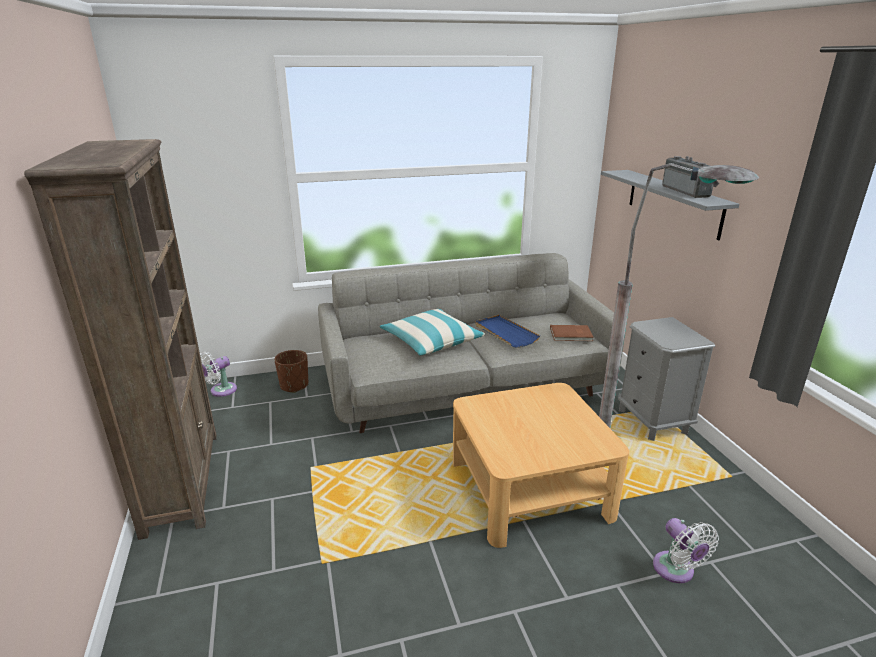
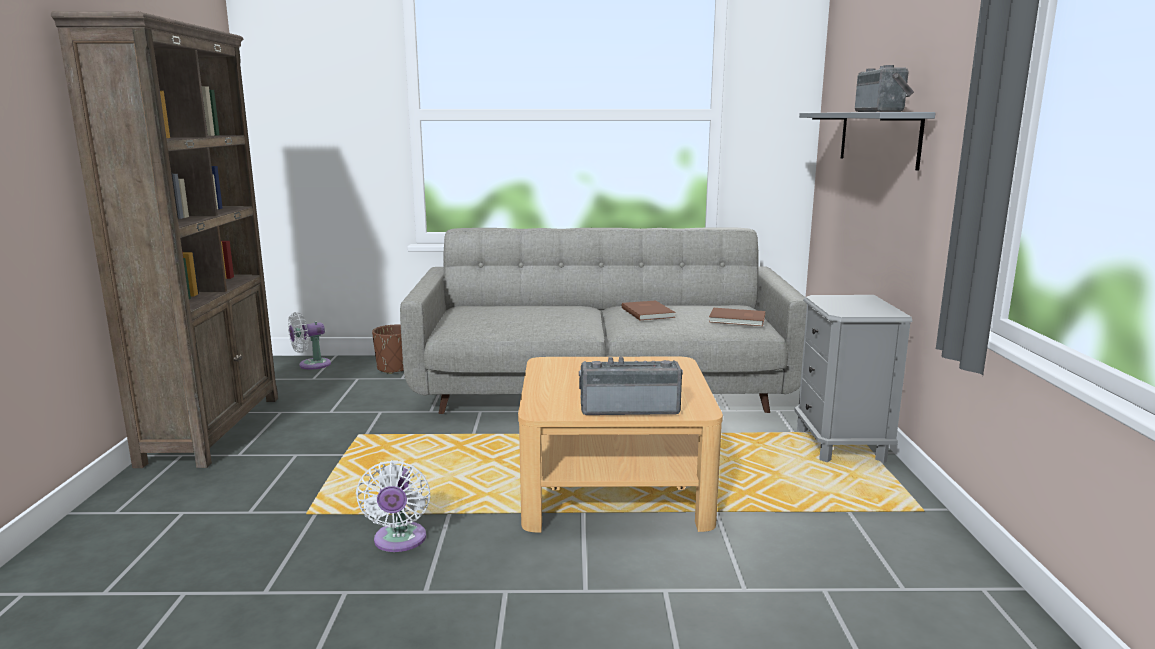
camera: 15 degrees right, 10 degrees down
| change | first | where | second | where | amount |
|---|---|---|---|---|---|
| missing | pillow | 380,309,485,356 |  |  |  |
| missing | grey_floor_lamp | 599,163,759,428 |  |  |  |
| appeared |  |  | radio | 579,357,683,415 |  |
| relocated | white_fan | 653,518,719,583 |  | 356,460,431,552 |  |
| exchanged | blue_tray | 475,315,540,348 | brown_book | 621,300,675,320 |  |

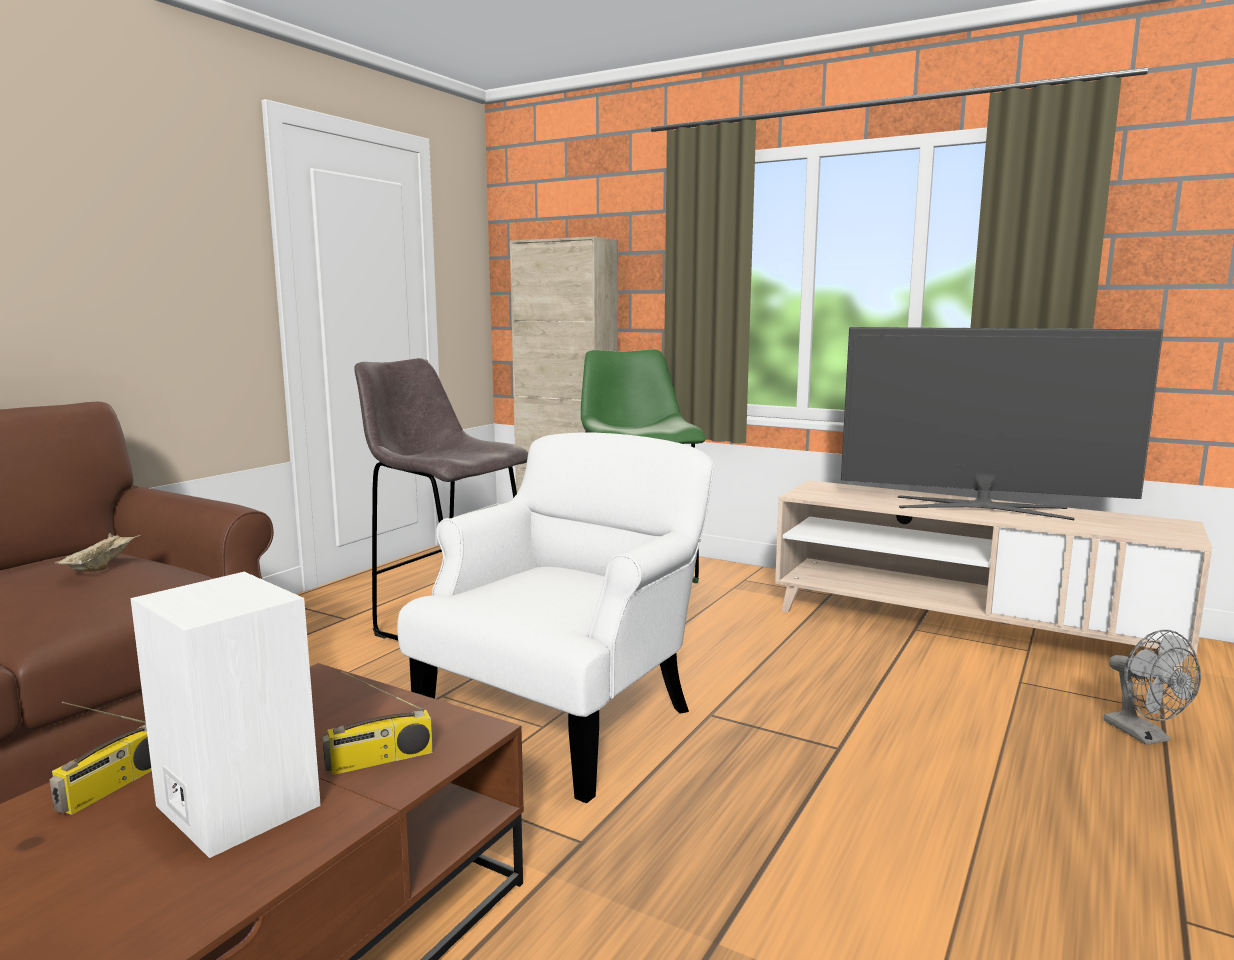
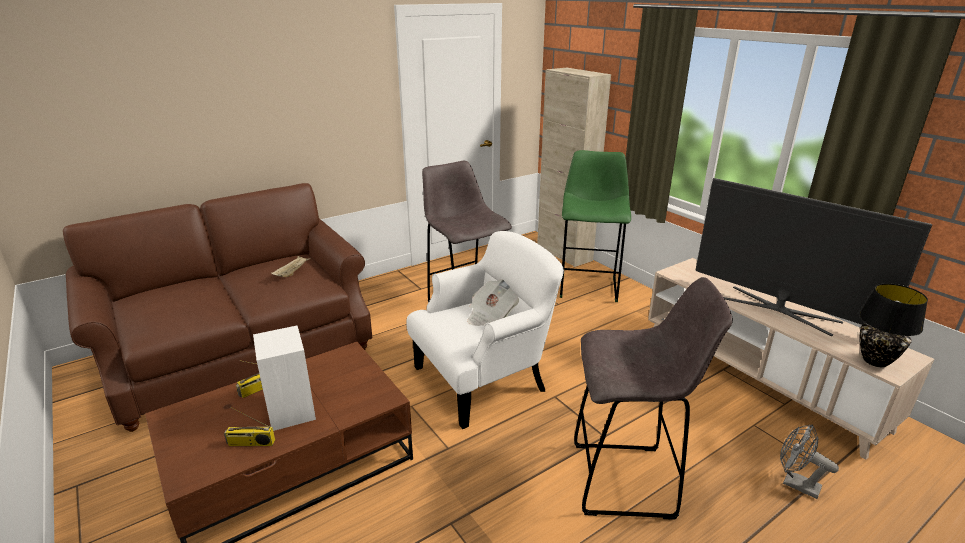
camera: 25 degrees right, 15 degrees up
| change | first | where | second | where | amount |
|---|---|---|---|---|---|
| appeared |  |  | newspaper | 467,279,519,326 |  |
| appeared |  |  | grey_stool | 574,277,733,520 |  |
| appeared |  |  | black_table_lamp | 859,283,928,367 |  |
| relocated | radio | 322,670,433,775 |  | 224,407,275,446 |  |
| spun | grey_fan | 1104,630,1201,745 |  | 780,424,839,499 | 120 degrees clockwise |

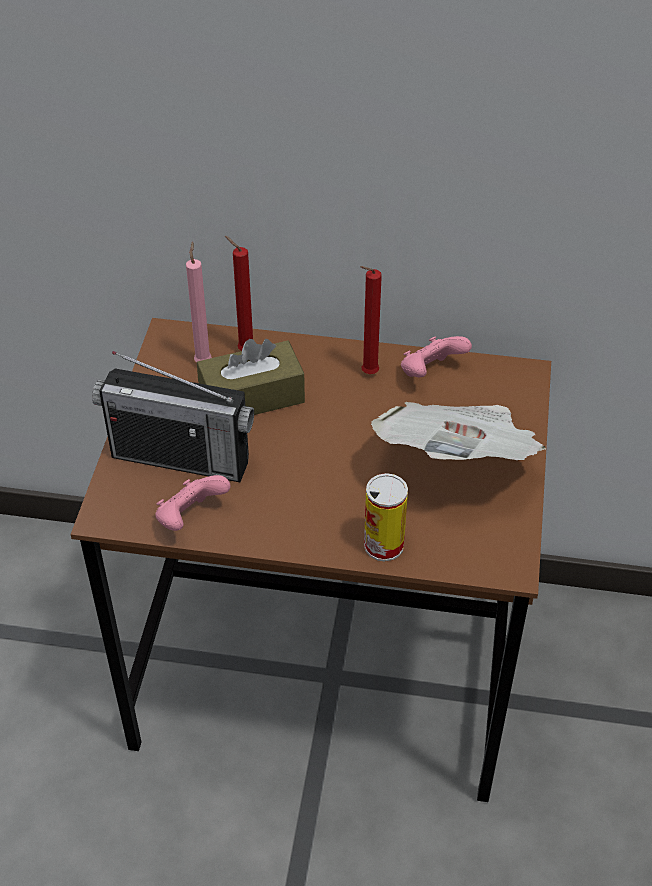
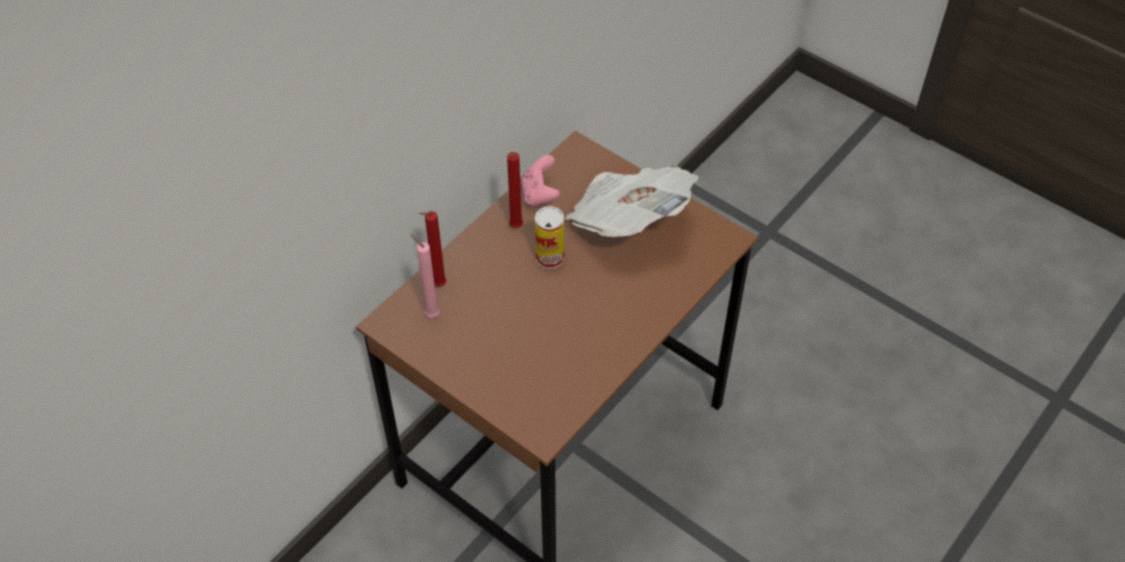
camera: 60 degrees left, 5 degrees up
| change | first | where | second | where | amount |
|---|---|---|---|---|---|
| missing | radio | 92,351,254,482 |  |  |  |
| missing | pink_game_controller | 155,475,231,531 |  |  |  |
| missing | brown_tissue_box | 197,339,305,415 |  |  |  |
| relocated | can | 364,473,408,562 |  | 535,206,564,269 |  |

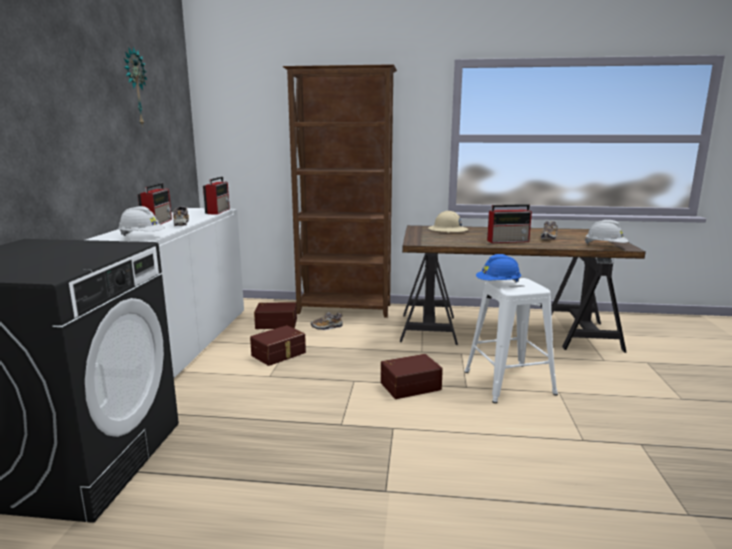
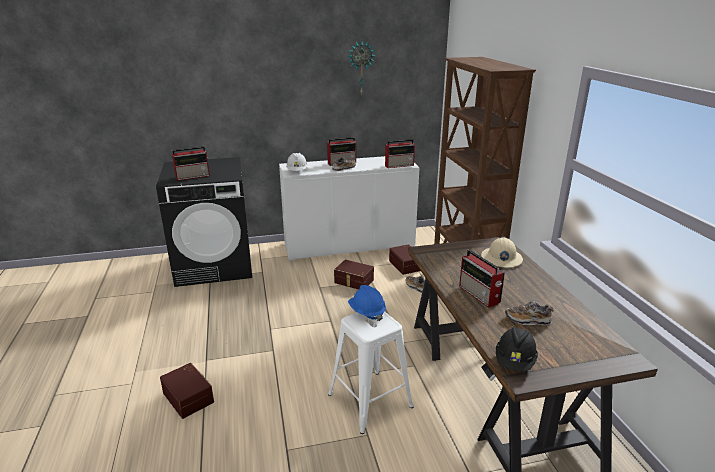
camera: 70 degrees right, 10 degrees up
| change | first | where | second | where | amount |
|---|---|---|---|---|---|
| appeared |  |  | radio | 172,146,210,181 |  |
| relocated | brown_storage_box | 381,354,443,399 |  | 160,363,214,419 |  |
| colour | white_hard_hat | 585,220,628,244 | black_hard_hat | 496,327,538,371 |  |

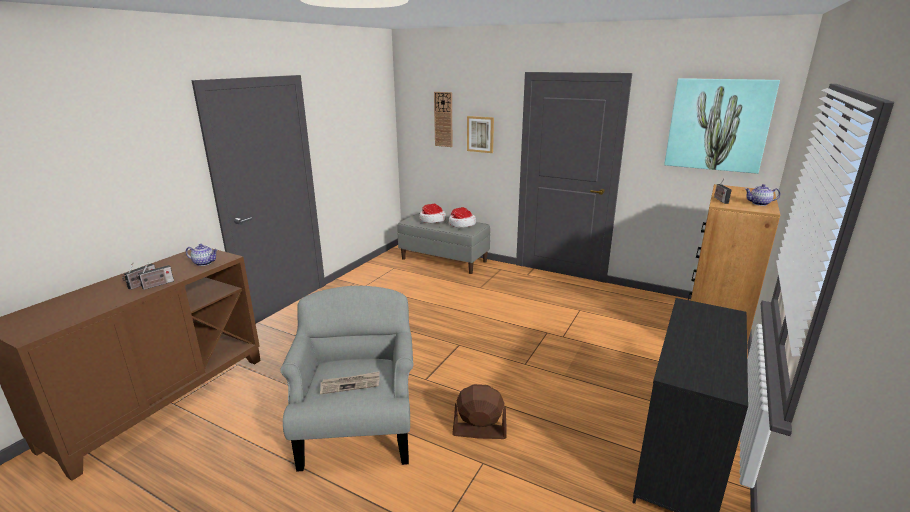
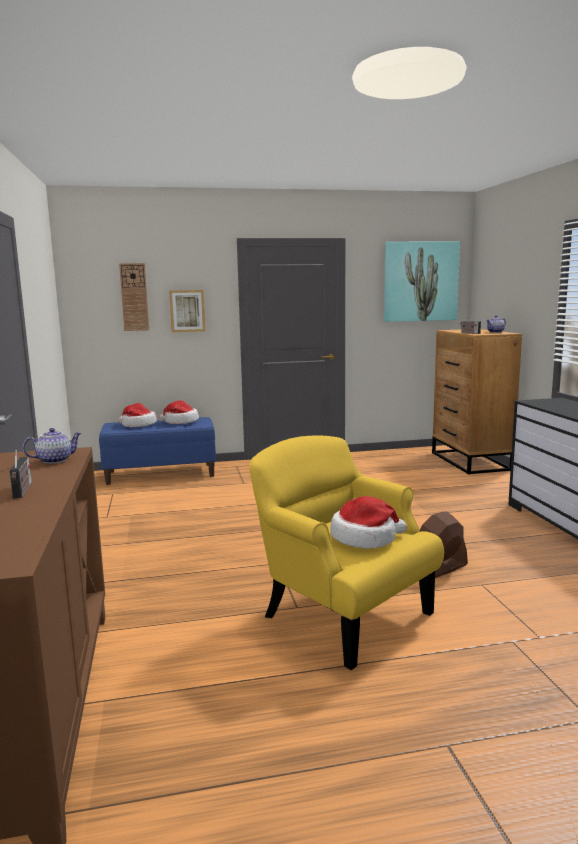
camera: 40 degrees left, 10 degrees down
| change | first | where | second | where | amount |
|---|---|---|---|---|---|
| missing | radio | 136,263,174,290 |  |  |  |
| exchanged | newspaper | 320,371,380,394 | hat | 330,496,407,549 |  |
| colour | grey_armchair | 280,286,414,472 | yellow_armchair | 249,435,444,670 |  |
| colour | grey_bench | 397,213,490,274 | blue_bench | 99,417,216,485 |  |

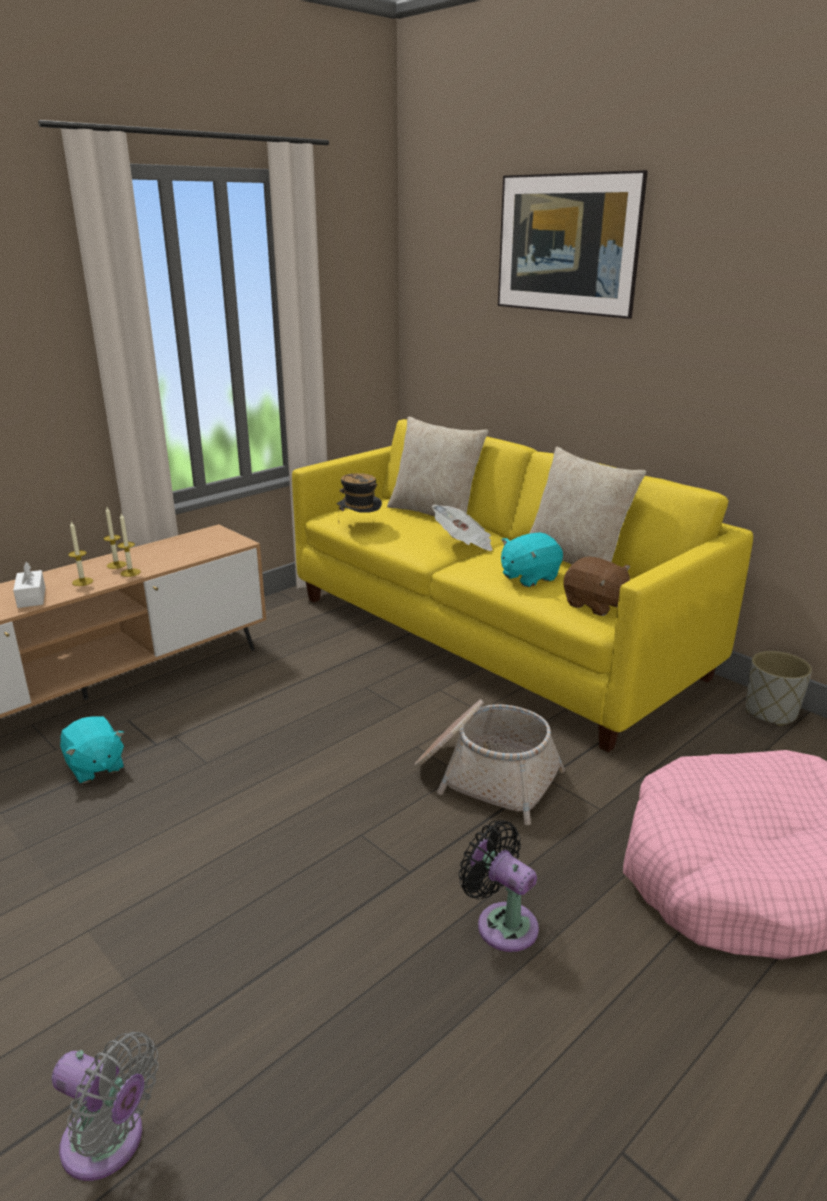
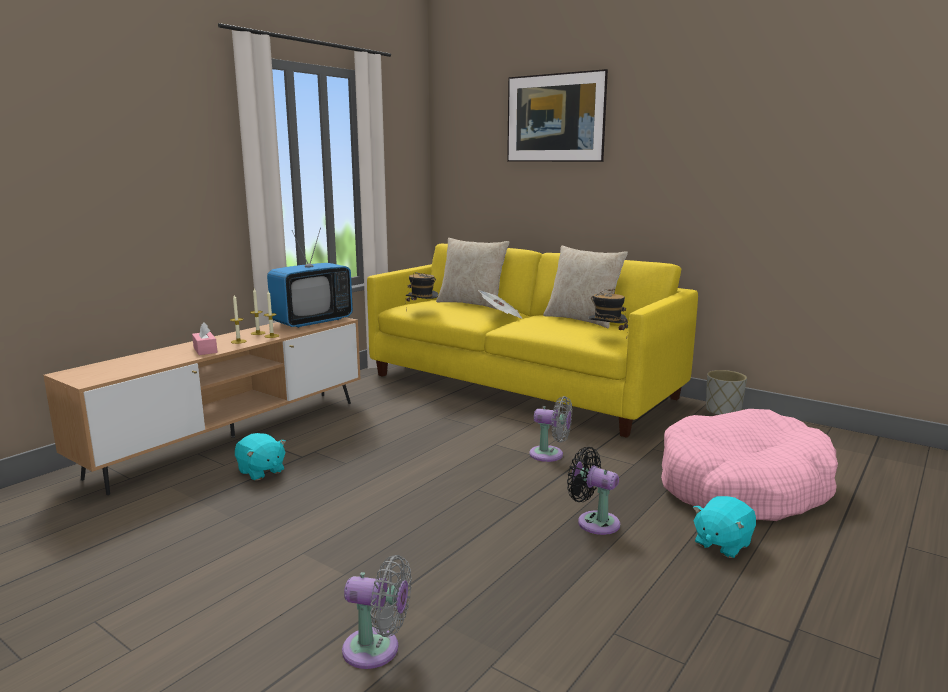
camera: 10 degrees left, 10 degrees down
| change | first | where | second | where | amount |
|---|---|---|---|---|---|
| appeared |  |  | television | 267,228,353,328 |  |
| relocated | turquoise_plush_toy | 501,532,563,587 |  | 693,496,756,558 |  |
| exchanged | basket | 415,699,565,825 | grey_fan | 529,396,572,462 |  |
| exchanged | brown_plush_toy | 563,556,630,616 | hat | 588,289,628,330 |  |
| colour | white_tissue_box | 13,562,45,608 | pink_tissue_box | 192,323,218,355 |  |

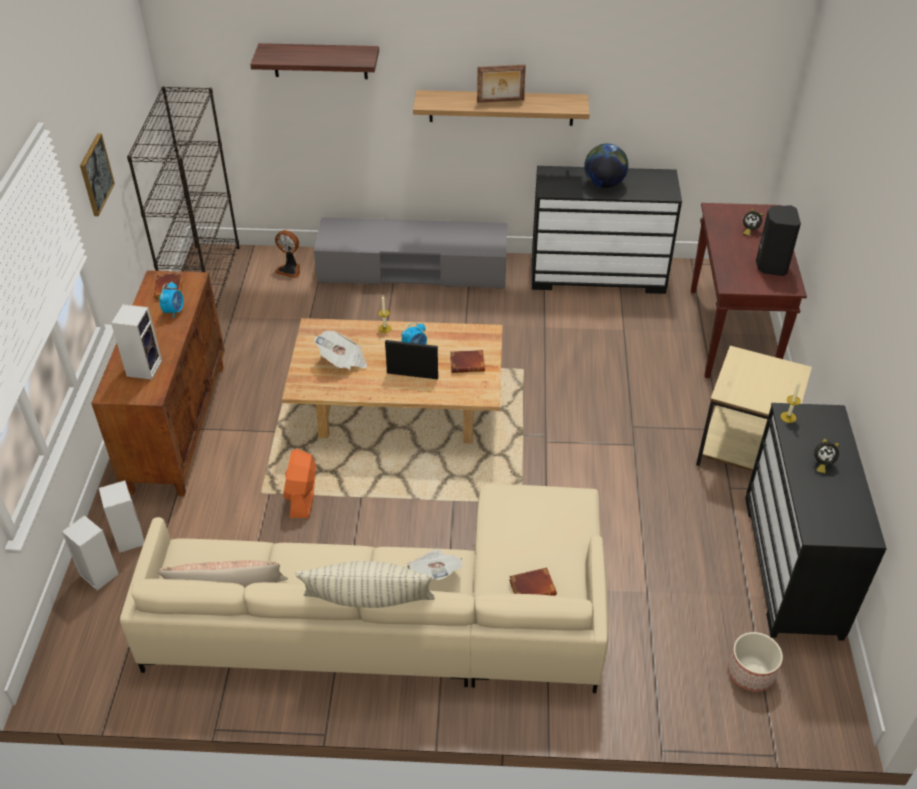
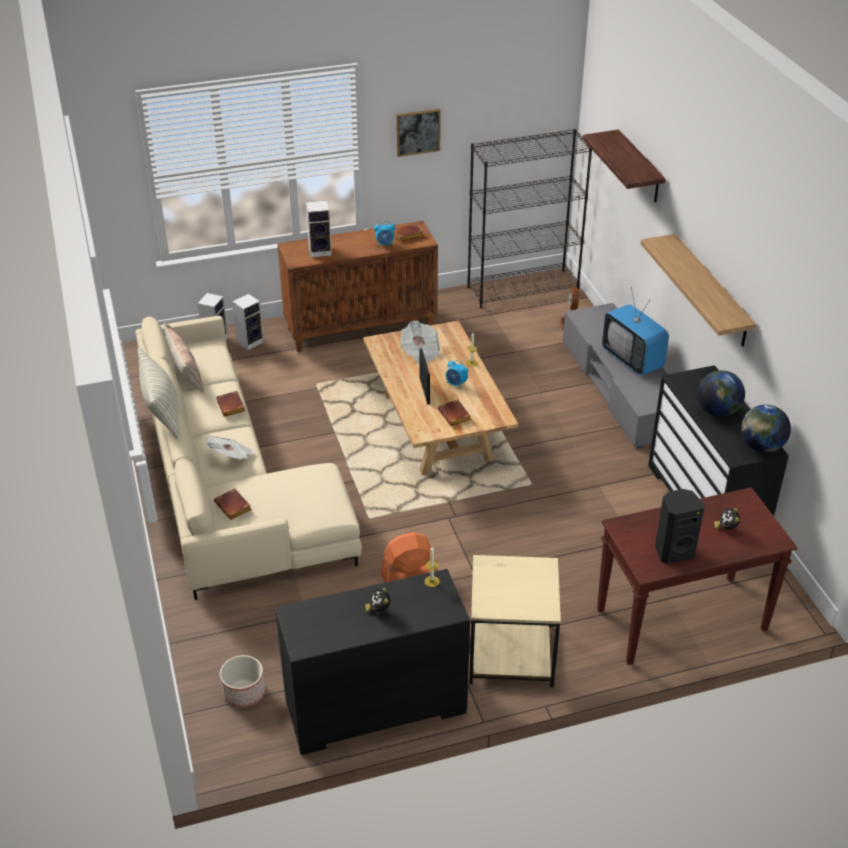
camera: 70 degrees right, 5 degrees down
| change | first | where | second | where | amount |
|---|---|---|---|---|---|
| missing | picture_frame | 477,64,526,103 |  |  |  |
| appeared |  |  | brown_book | 216,391,245,417 |  |
| appeared |  |  | television | 602,287,669,376 |  |
| appeared |  |  | globe | 741,405,791,453 |  |
| relocated | orange_fan | 283,449,317,518 |  | 381,532,436,583 |  |

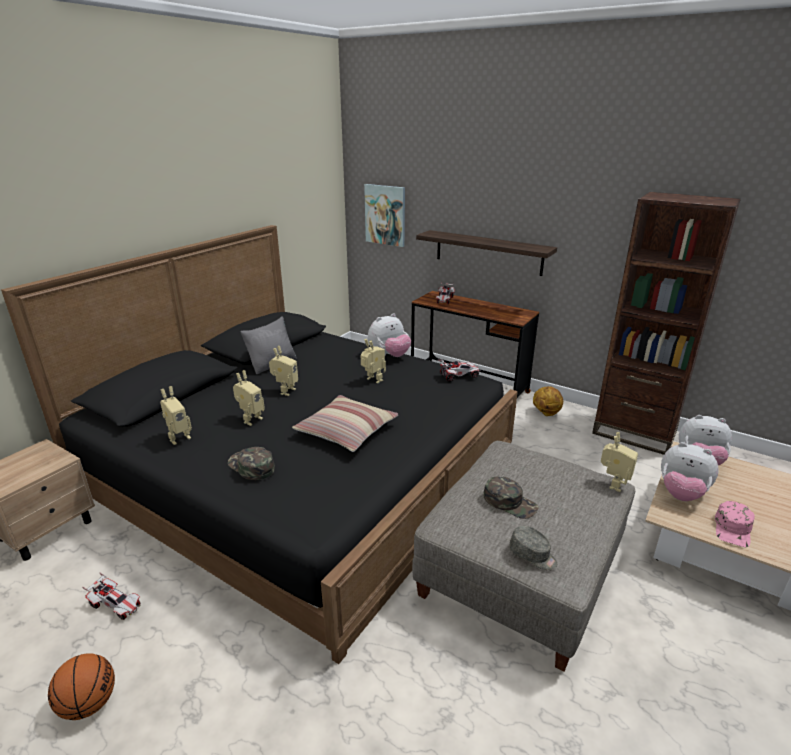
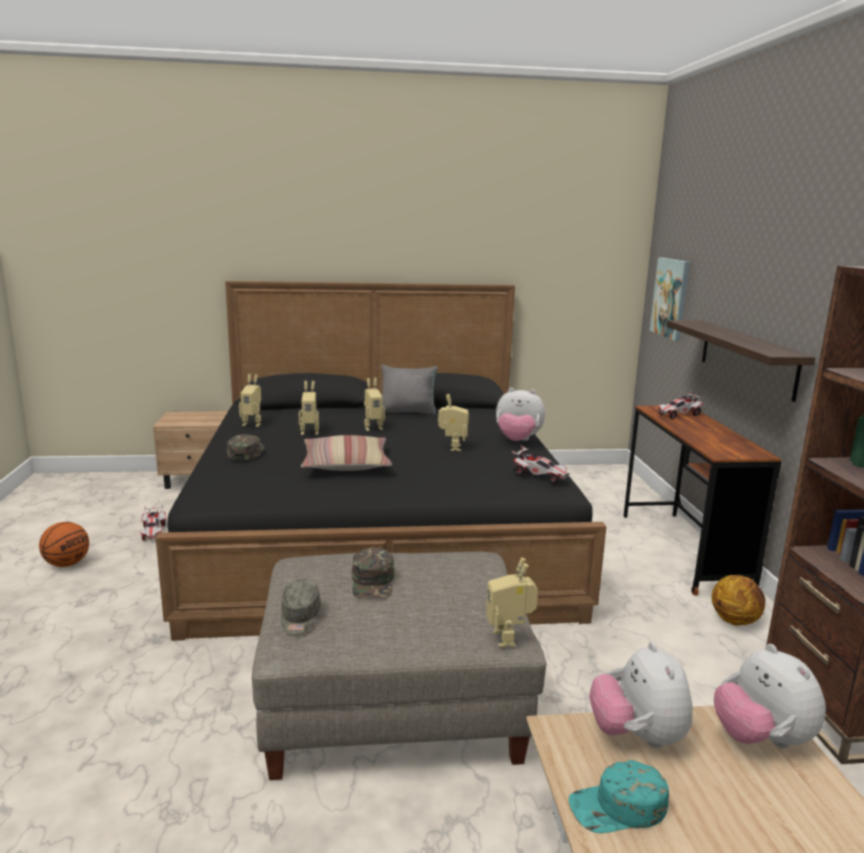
camera: 50 degrees right, 10 degrees down
| change | first | where | second | where | amount |
|---|---|---|---|---|---|
| colour | pink_cap | 715,501,755,547 | turquoise_cap | 569,760,669,833 |  |
| spun | toy_robot | 601,432,638,492 |  | 486,557,538,648 | 90 degrees clockwise |

